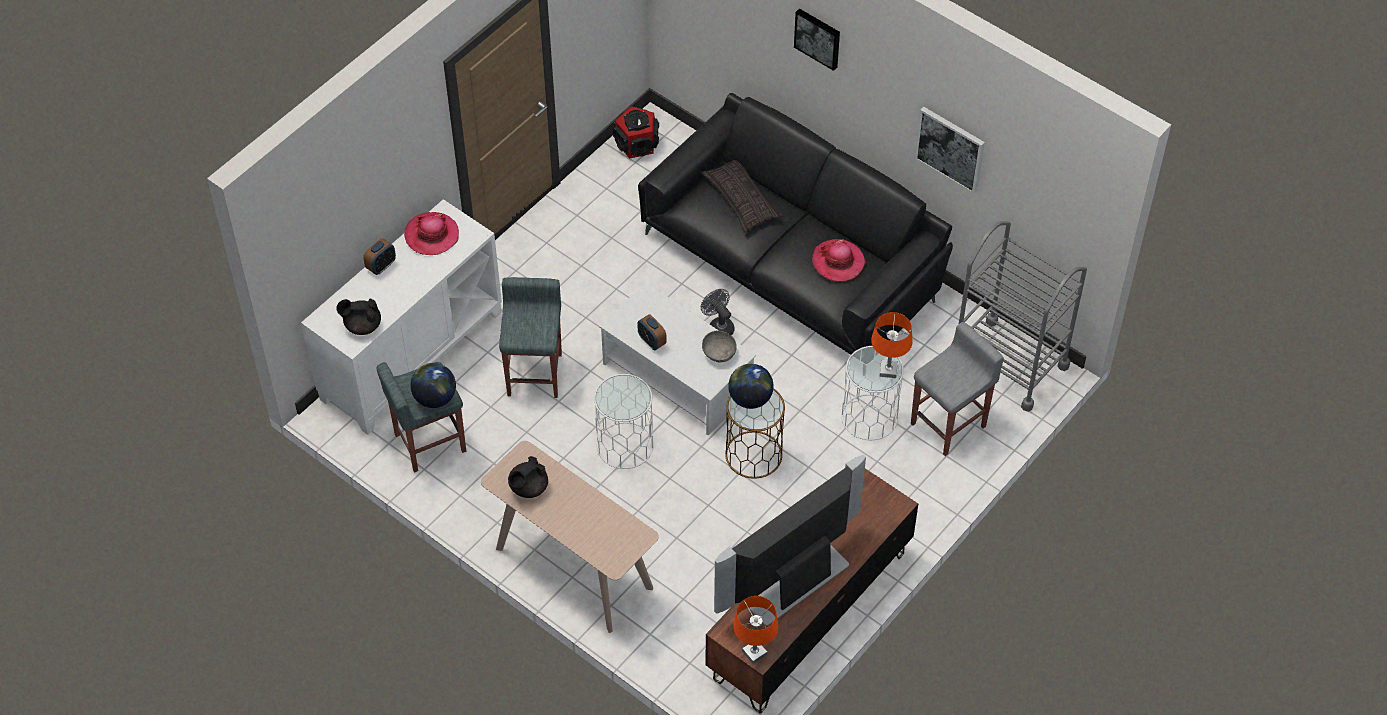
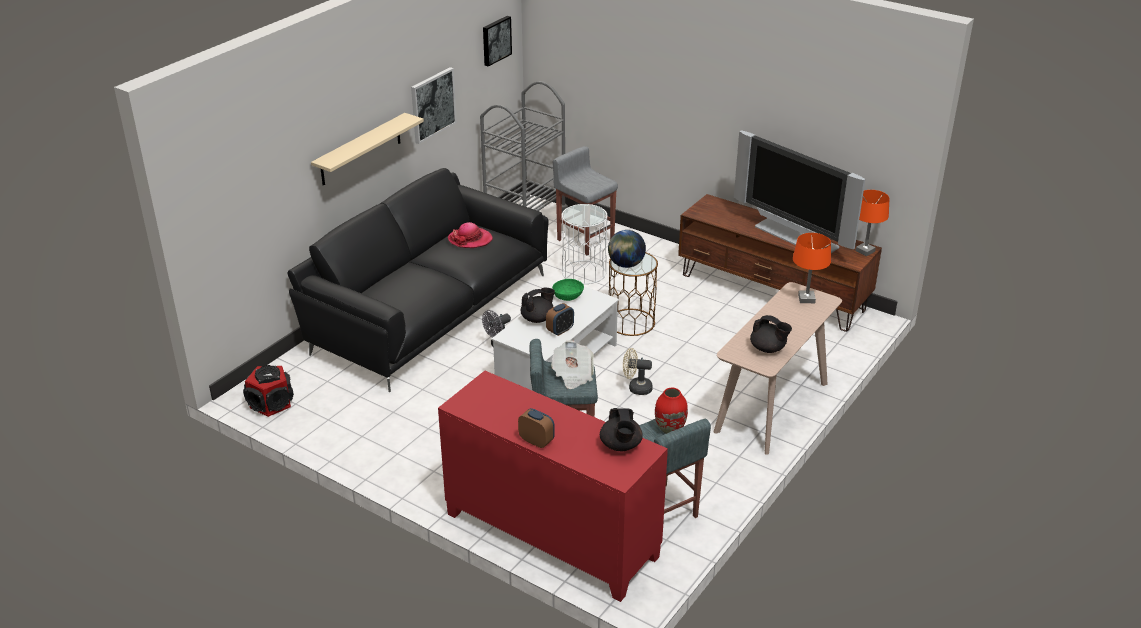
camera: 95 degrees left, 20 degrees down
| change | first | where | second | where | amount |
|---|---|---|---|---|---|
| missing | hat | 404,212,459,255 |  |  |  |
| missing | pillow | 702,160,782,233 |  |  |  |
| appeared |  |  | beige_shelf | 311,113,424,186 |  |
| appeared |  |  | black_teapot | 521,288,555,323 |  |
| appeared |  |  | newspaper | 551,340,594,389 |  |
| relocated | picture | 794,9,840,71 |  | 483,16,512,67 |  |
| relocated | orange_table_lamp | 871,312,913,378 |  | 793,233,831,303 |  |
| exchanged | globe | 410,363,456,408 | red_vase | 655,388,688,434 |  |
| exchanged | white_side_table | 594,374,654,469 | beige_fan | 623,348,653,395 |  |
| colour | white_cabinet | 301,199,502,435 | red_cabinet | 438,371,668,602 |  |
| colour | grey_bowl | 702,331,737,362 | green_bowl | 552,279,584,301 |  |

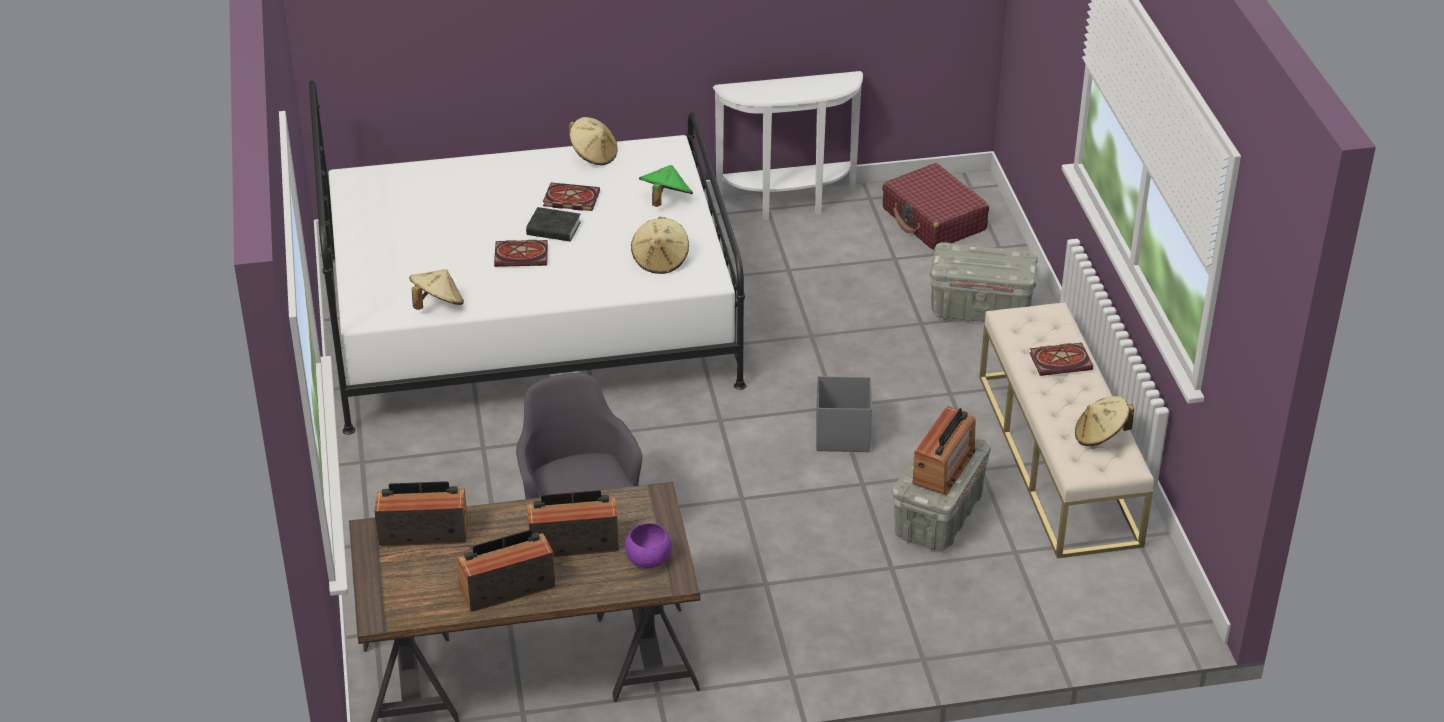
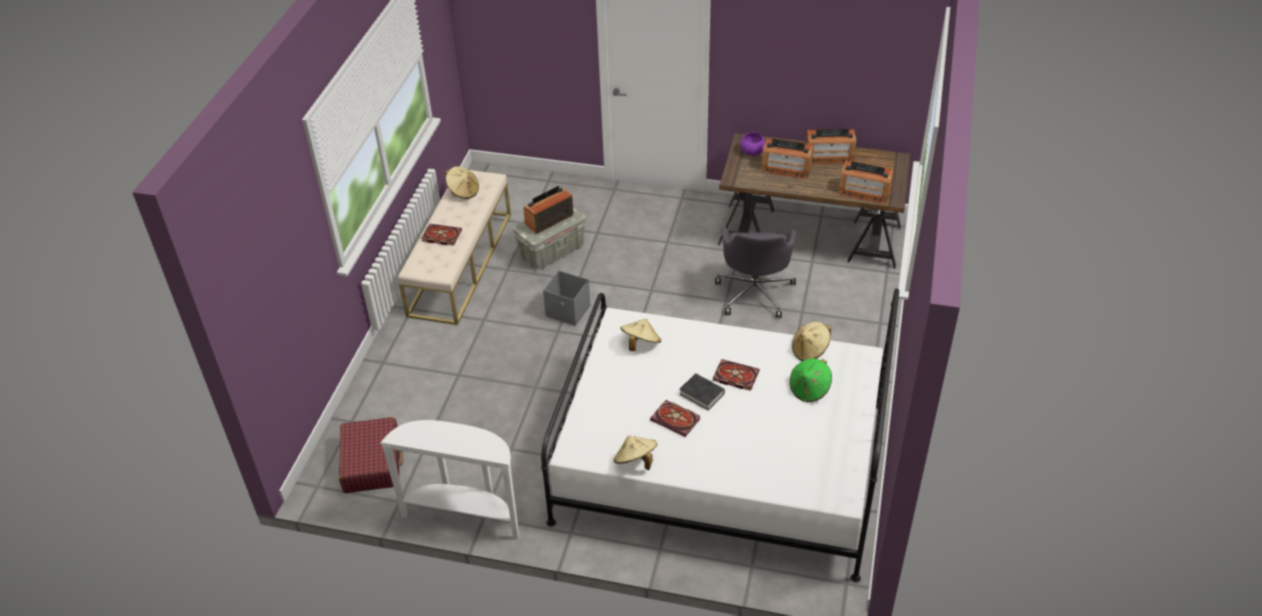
camera: 155 degrees left, 5 degrees up
| change | first | where | second | where | amount |
|---|---|---|---|---|---|
| missing | grey_storage_box | 930,242,1038,322 |  |  |  |
| relocated | green_hat | 639,165,693,207 |  | 790,358,832,402 |  |

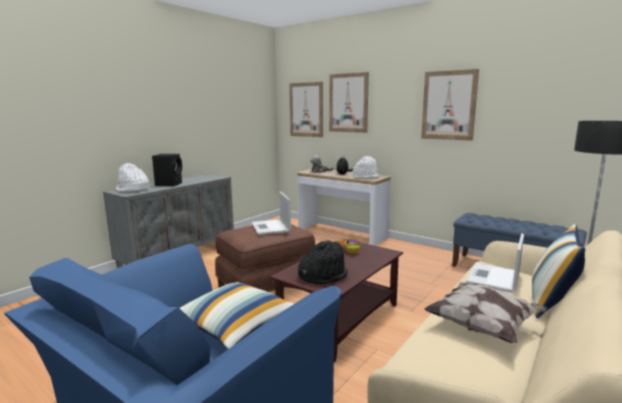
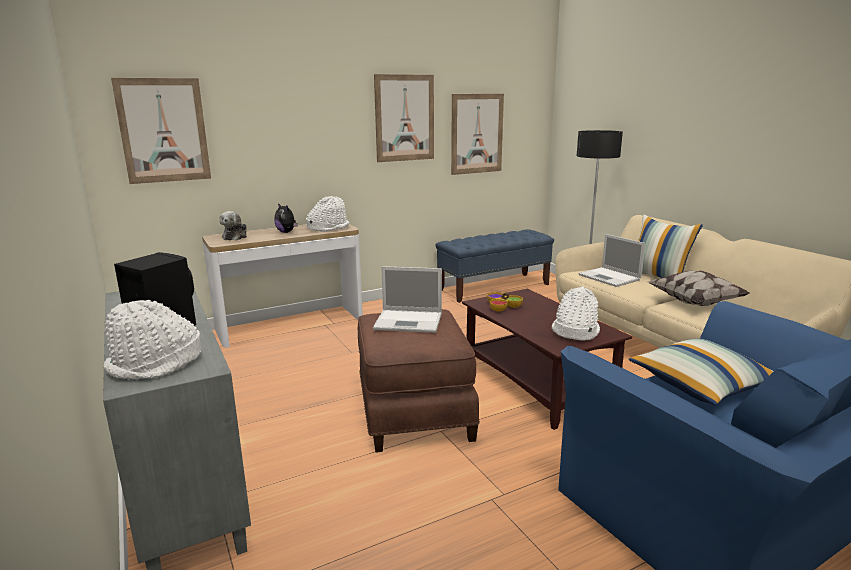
camera: 65 degrees left, 5 degrees up
| change | first | where | second | where | amount |
|---|---|---|---|---|---|
| relocated | picture | 329,72,369,133 |  | 451,94,504,175 |  |
| colour | black_hat | 298,240,348,285 | white_hat | 552,287,600,341 |  |

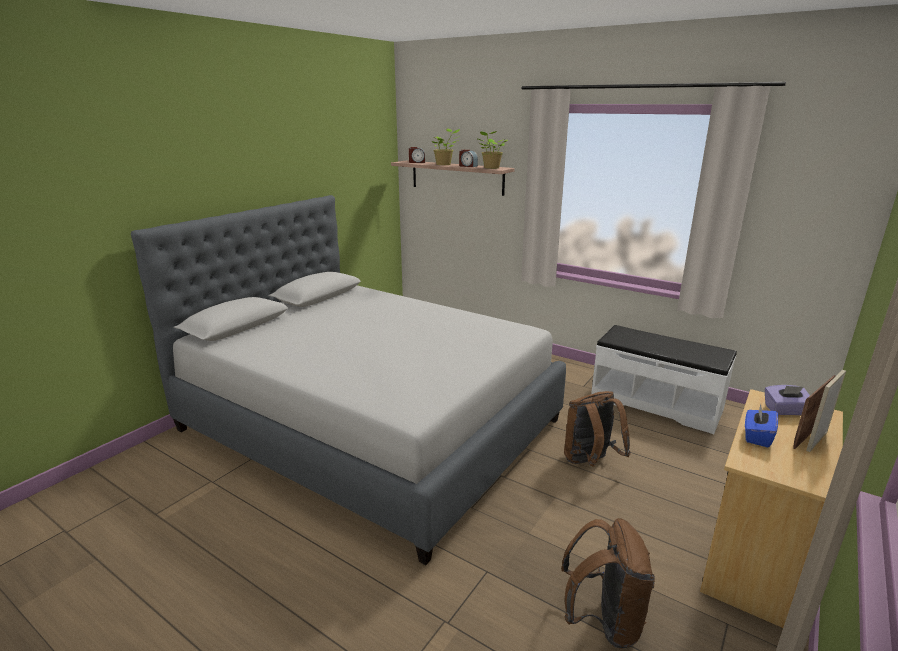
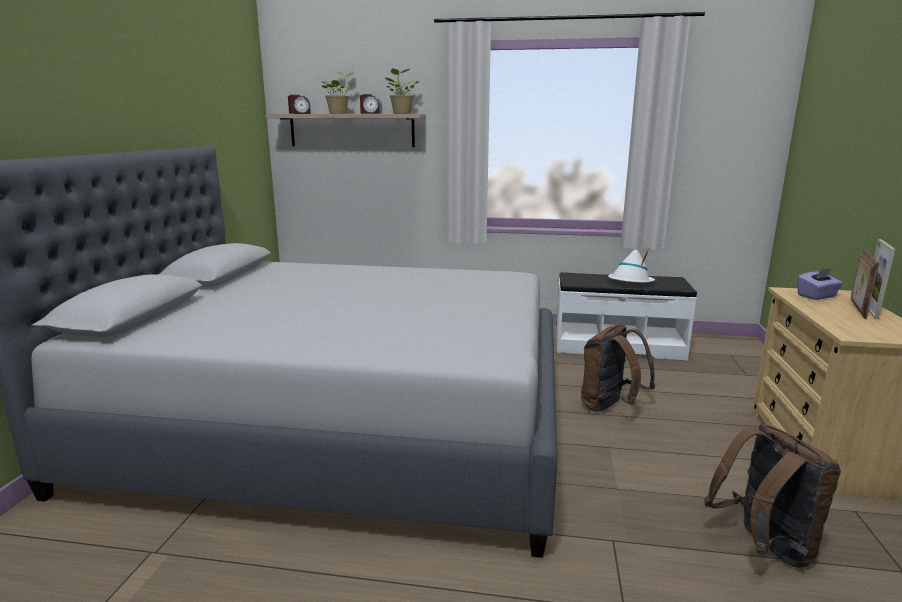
camera: 25 degrees left, 5 degrees down
| change | first | where | second | where | amount |
|---|---|---|---|---|---|
| missing | blue_tissue_box | 745,404,778,447 |  |  |  |
| appeared |  |  | white_hat | 608,248,655,283 |  |

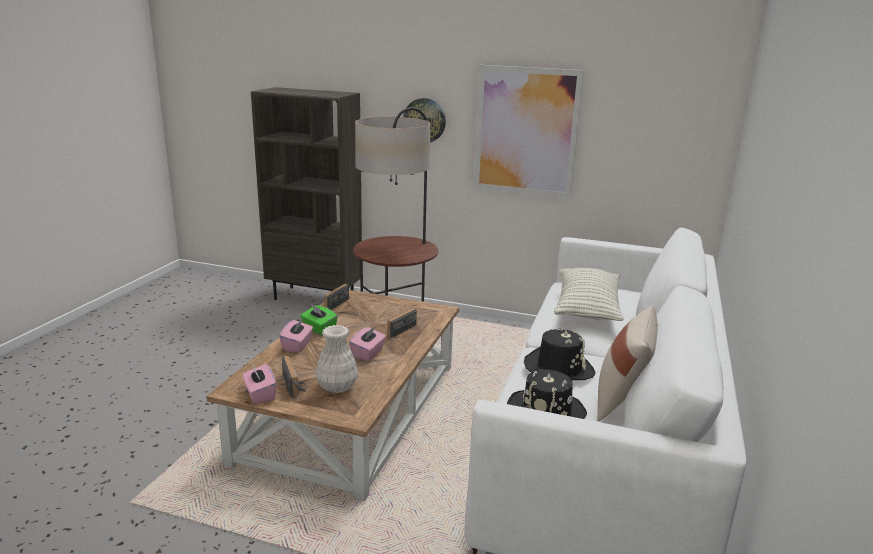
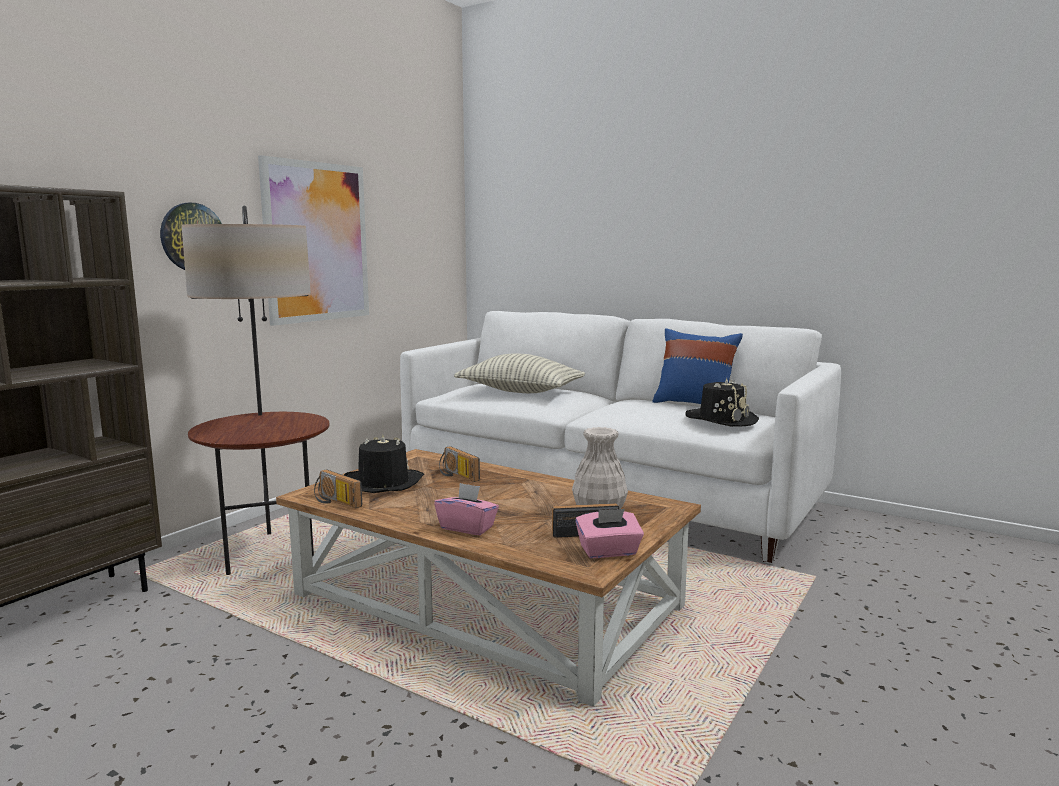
camera: 75 degrees left, 10 degrees down
| change | first | where | second | where | amount |
|---|---|---|---|---|---|
| missing | green_tissue_box | 300,304,338,335 |  |  |  |
| missing | pink_tissue_box | 350,327,386,361 |  |  |  |
| relocated | black_hat | 524,327,596,380 |  | 344,435,424,493 |  |
| colour | beige_pillow | 598,306,658,421 | blue_pillow | 652,328,743,404 |  |

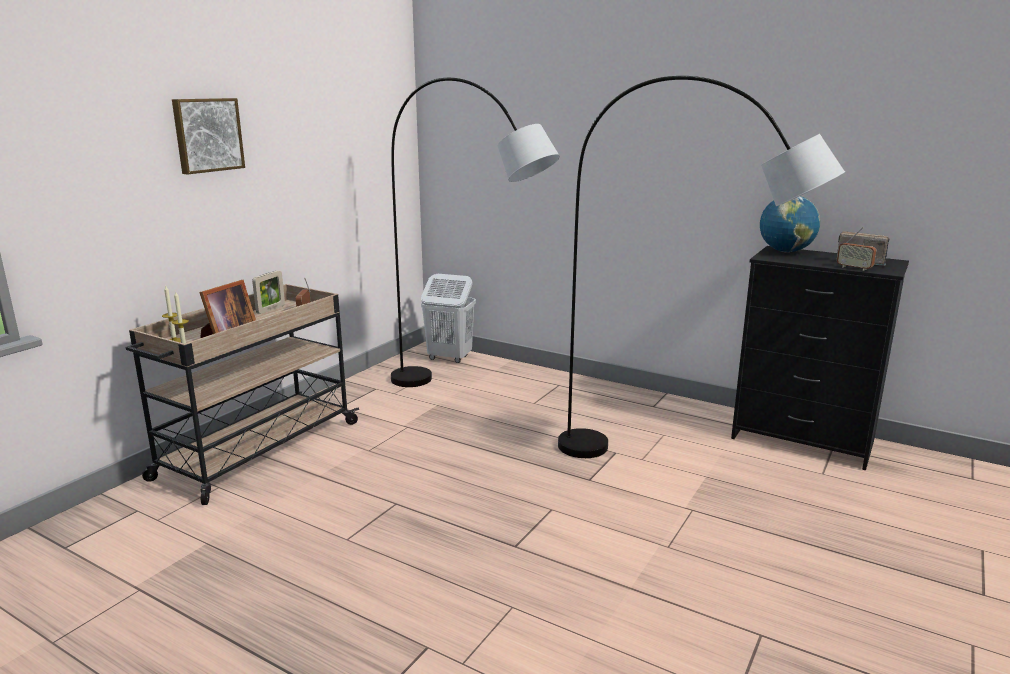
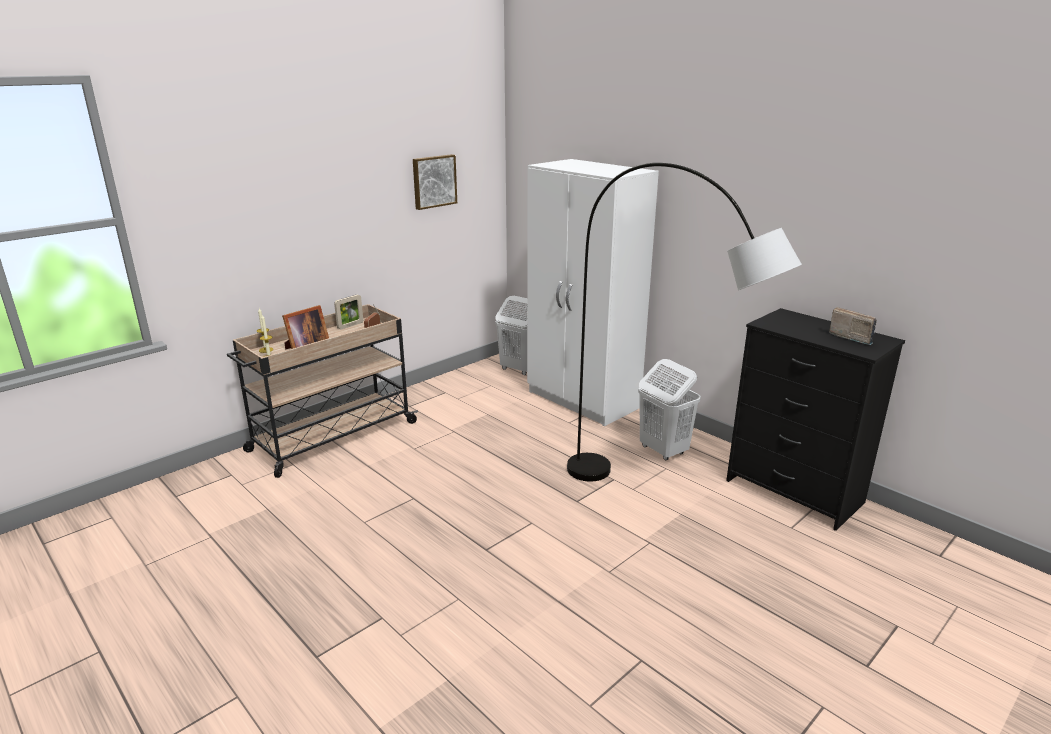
camera: 15 degrees right, 5 degrees up
| change | first | where | second | where | amount |
|---|---|---|---|---|---|
| missing | grey_floor_lamp | 391,78,560,387 |  |  |  |
| missing | globe | 760,196,820,252 |  |  |  |
| missing | radio | 837,227,876,271 |  |  |  |
| appeared |  |  | white_wardrobe | 527,159,659,426 |  |
| appeared |  |  | white_laundry_basket | 638,359,701,460 |  |
| relocated | picture | 172,98,245,174 |  | 413,154,457,210 |  |

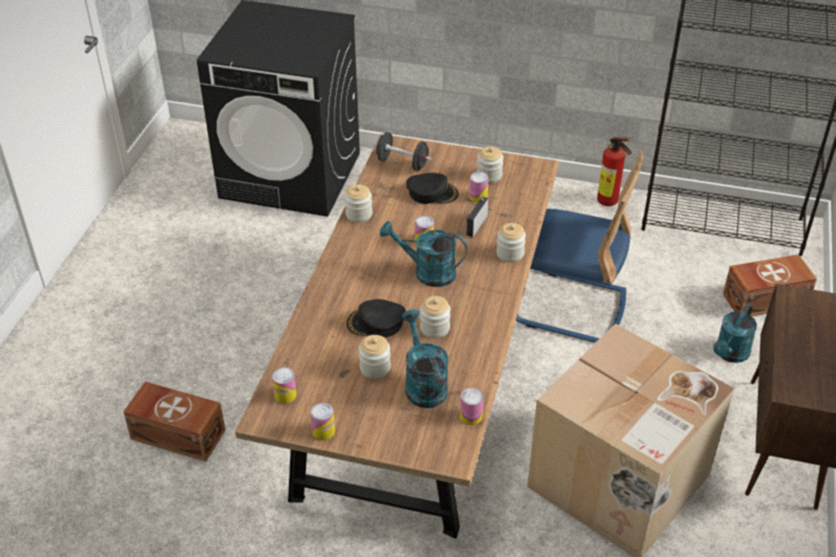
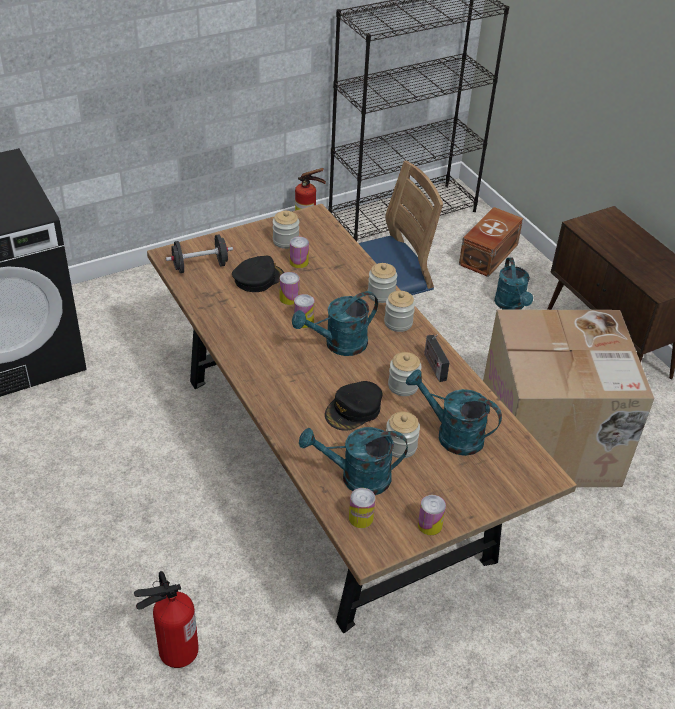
camera: 45 degrees left, 0 degrees up
| change | first | where | second | where | amount |
|---|---|---|---|---|---|
| appeared |  |  | turquoise_watering_can | 299,427,408,495 |  |
| relocated | jar | 345,184,372,223 |  | 384,291,415,332 |  |
| relocated | can | 460,388,484,425 |  | 280,272,300,305 |  |
| relocated | radio | 467,195,488,237 |  | 424,334,450,382 |  |
| exchanged | brown_storage_box | 123,382,225,462 | fire_extinguisher | 134,571,199,668 |  |

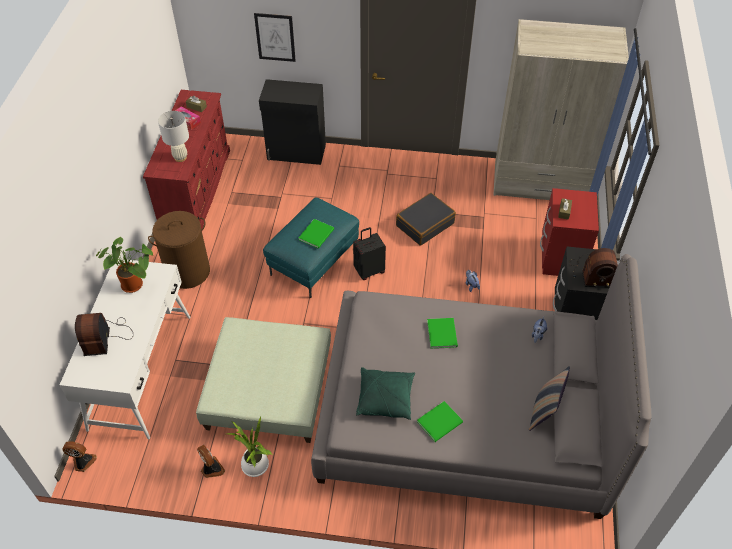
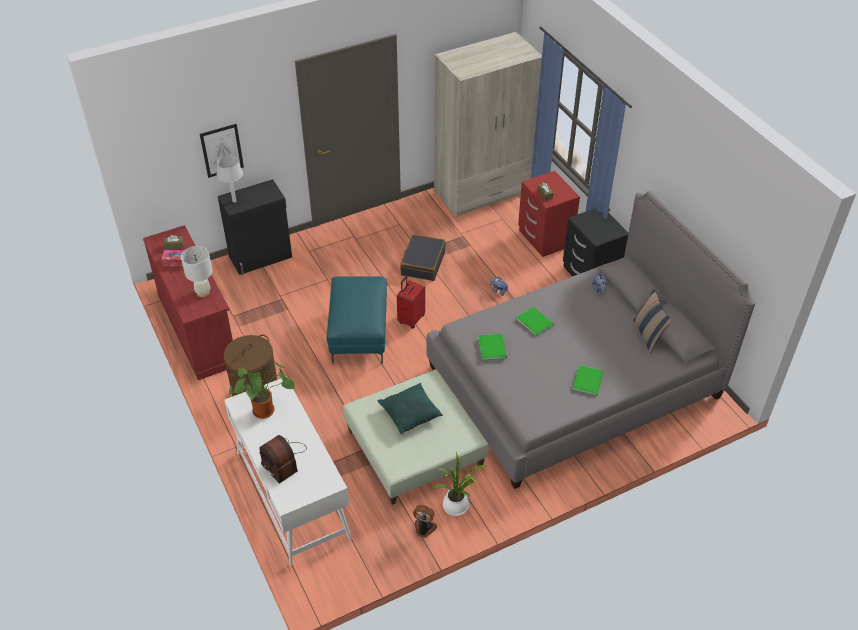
camera: 35 degrees left, 5 degrees down
| change | first | where | second | where | amount |
|---|---|---|---|---|---|
| missing | fan | 63,441,97,472 |  |  |  |
| missing | radio | 569,248,618,287 |  |  |  |
| appeared |  |  | grey_table_lamp | 217,156,243,202 |  |
| relocated | green_book | 299,219,334,249 |  | 478,334,507,360 |  |
| relocated | green_pillow | 356,367,415,420 |  | 378,383,443,434 |  |
| colour | black_suitcase | 353,227,386,280 | red_suitcase | 397,276,425,328 |  |

